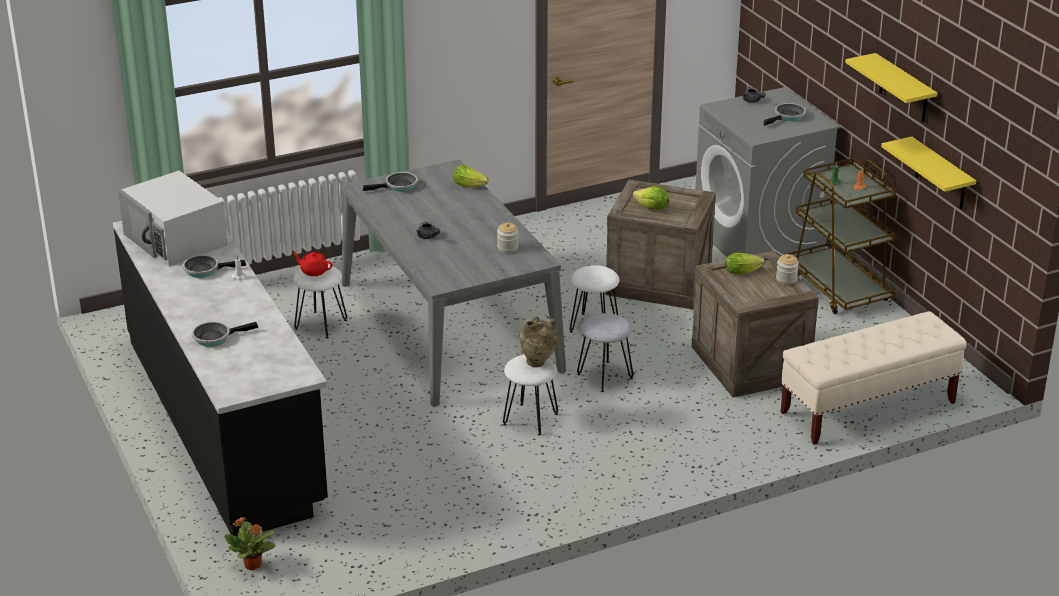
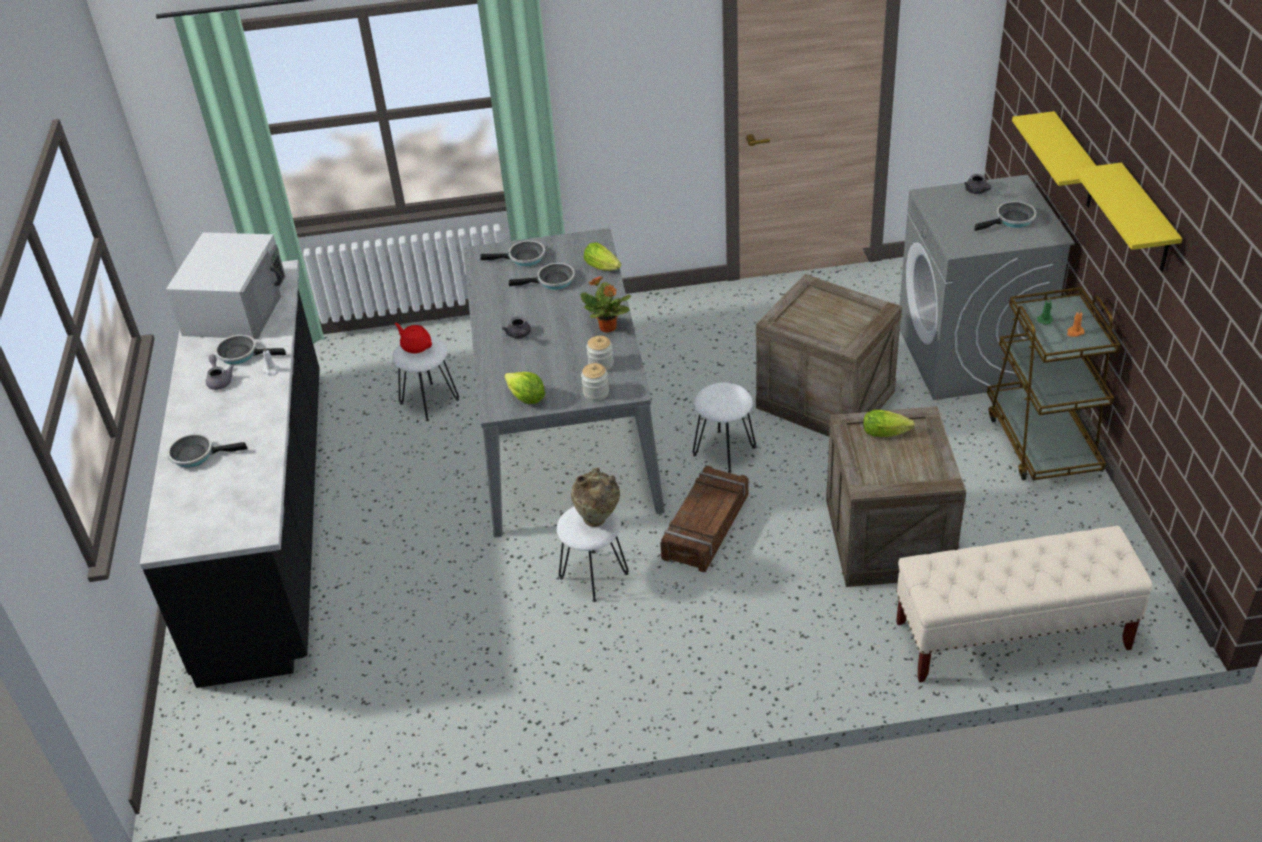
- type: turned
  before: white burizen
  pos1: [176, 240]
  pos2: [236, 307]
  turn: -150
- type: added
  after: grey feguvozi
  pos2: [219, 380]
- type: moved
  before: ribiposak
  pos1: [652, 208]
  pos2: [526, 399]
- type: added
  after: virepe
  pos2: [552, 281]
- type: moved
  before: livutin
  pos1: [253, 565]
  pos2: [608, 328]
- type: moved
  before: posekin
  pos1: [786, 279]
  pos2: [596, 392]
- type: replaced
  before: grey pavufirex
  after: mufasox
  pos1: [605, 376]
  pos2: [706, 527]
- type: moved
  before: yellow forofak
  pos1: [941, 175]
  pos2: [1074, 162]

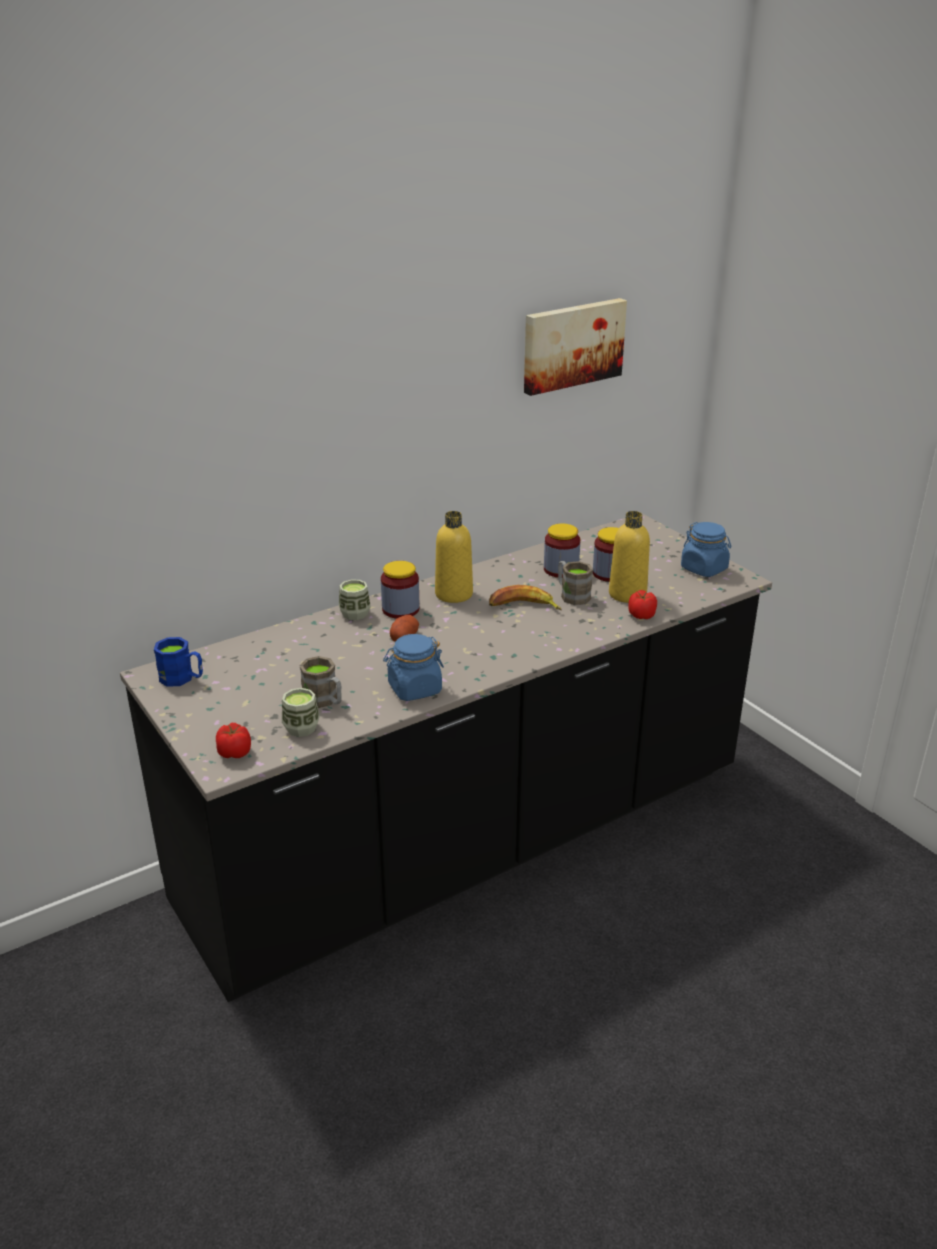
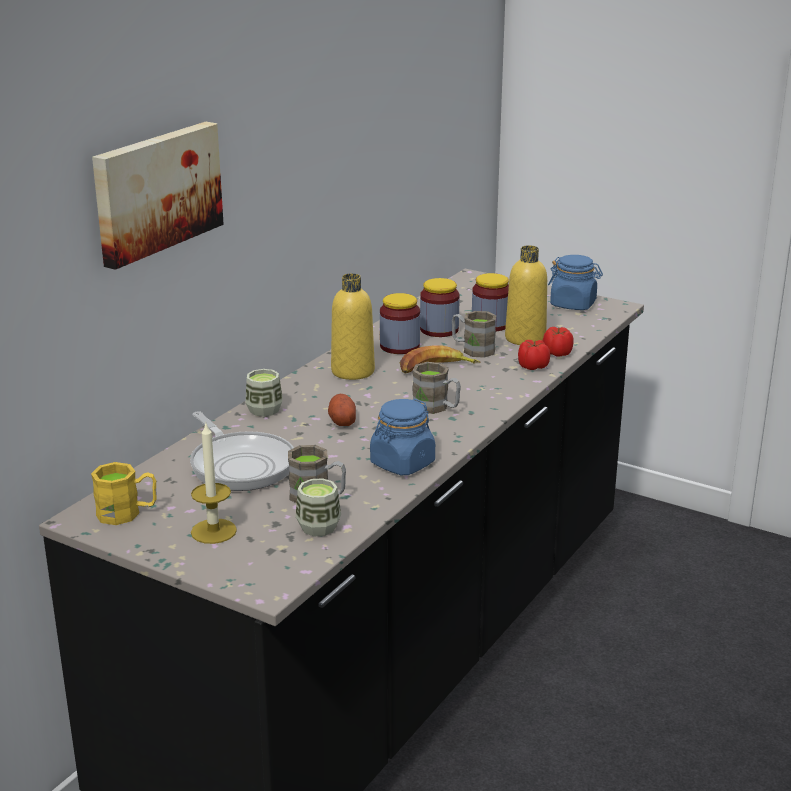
- type: recoloured
  before: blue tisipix
  after: yellow tisipix
  pos1: [182, 679]
  pos2: [127, 513]
- type: moved
  before: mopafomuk
  pos1: [572, 345]
  pos2: [156, 191]
- type: added
  after: virepe
  pos2: [240, 465]
- type: added
  after: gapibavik
  pos2: [213, 531]
- type: moved
  before: posekin
  pos1: [400, 609]
  pos2: [399, 346]
- type: added
  after: brown tisipix
  pos2: [436, 408]
- type: moved
  before: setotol
  pos1: [235, 752]
  pos2: [532, 366]

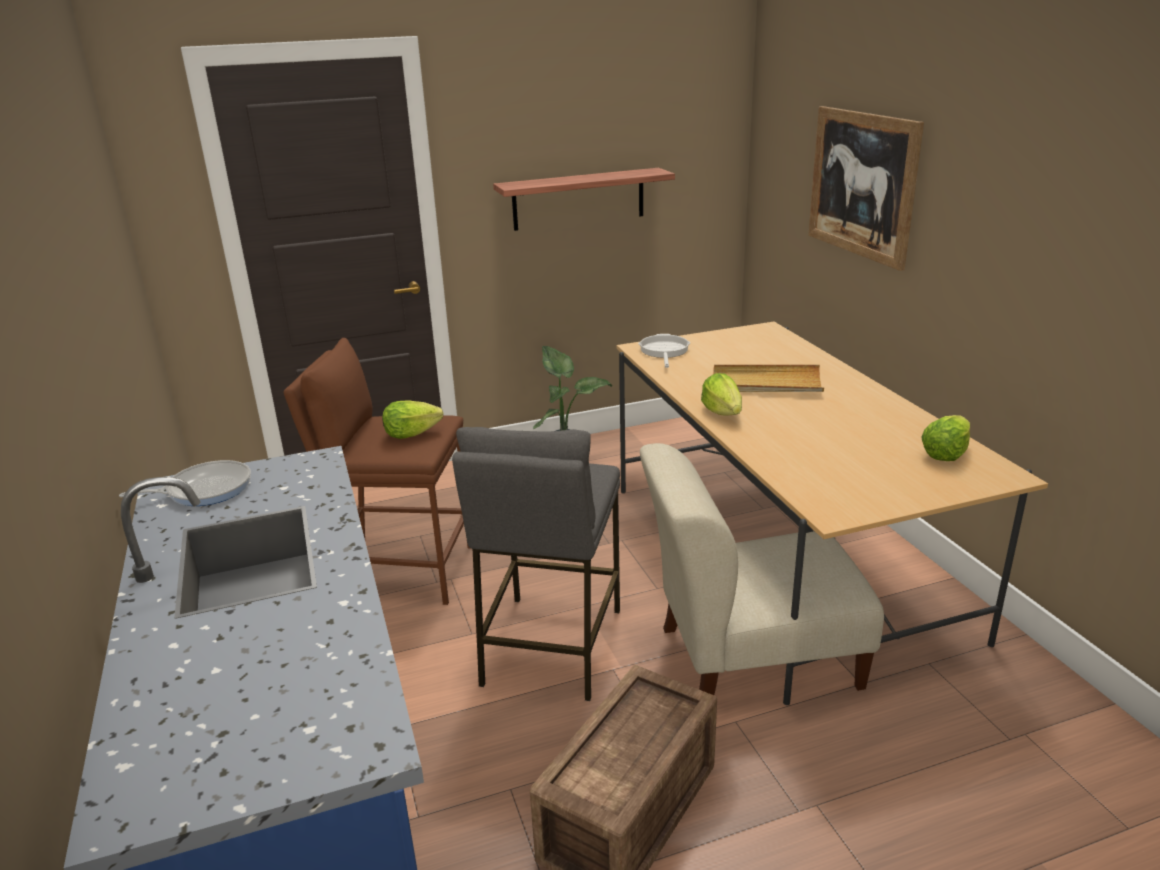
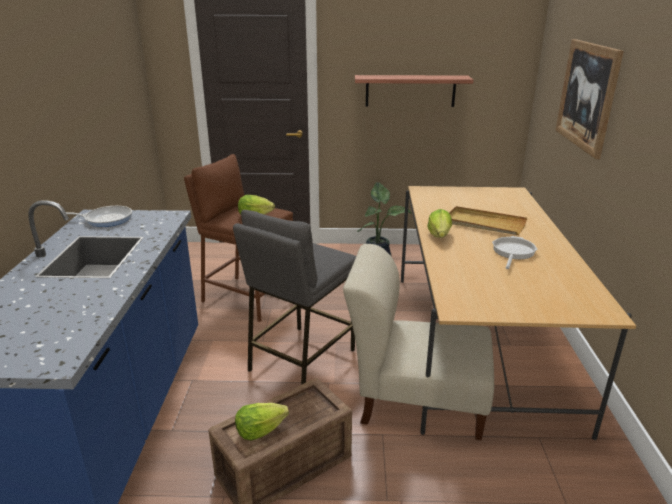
- type: moved
  before: ribiposak
  pos1: [945, 454]
  pos2: [260, 431]
- type: moved
  before: virepe
  pos1: [664, 351]
  pos2: [512, 252]

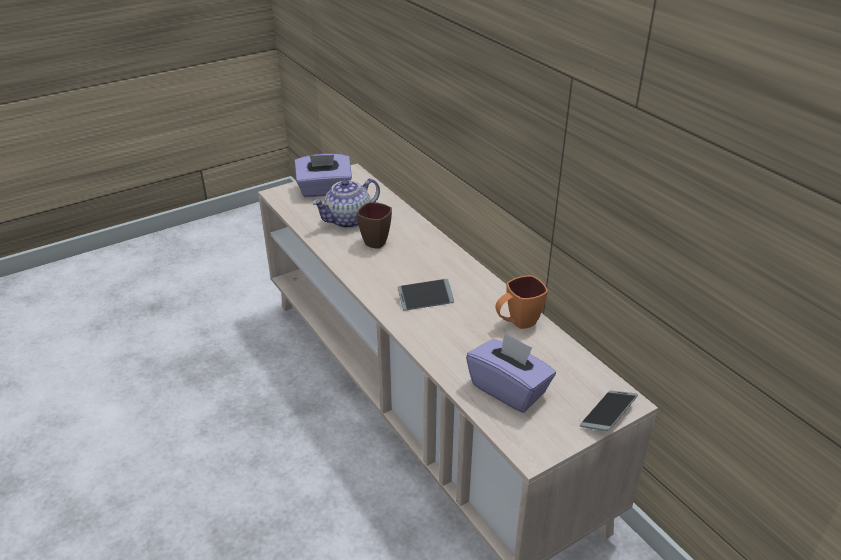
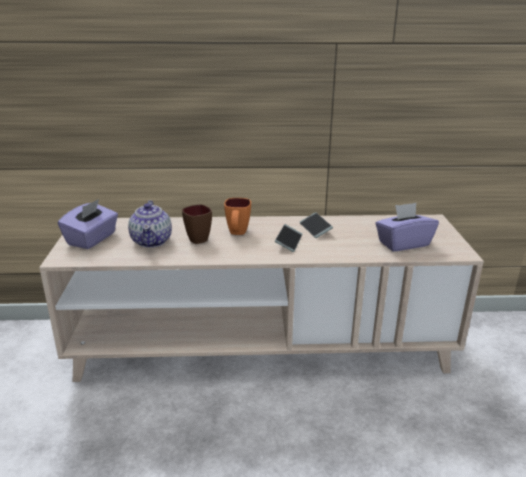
- type: moved
  before: orange tisipix
  pos1: [517, 323]
  pos2: [237, 234]
- type: moved
  before: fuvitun
  pos1: [608, 415]
  pos2: [315, 229]

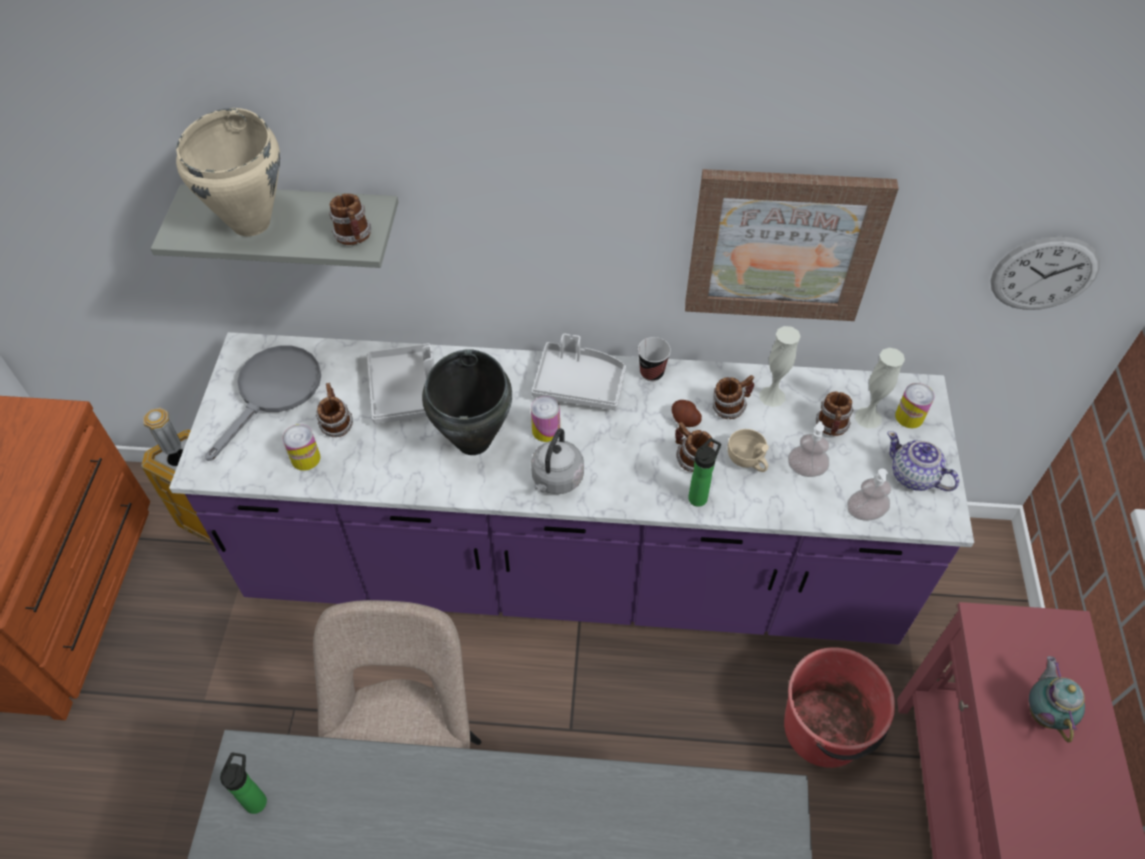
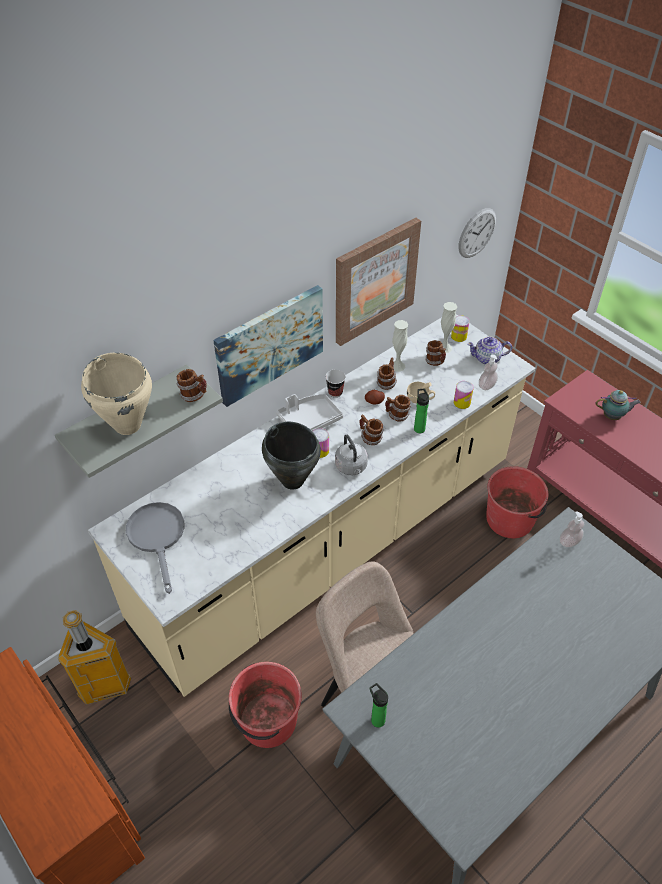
- type: recoloured
  before: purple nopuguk
  after: beige nopuguk
  pos1: [572, 567]
  pos2: [331, 544]
- type: added
  after: mopafomuk
  pos2: [269, 344]
- type: added
  after: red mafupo
  pos2: [267, 721]
- type: moved
  before: tisipix
  pos1: [336, 424]
  pos2: [370, 438]
- type: moved
  before: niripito
  pos1: [306, 458]
  pos2: [462, 402]
- type: moved
  before: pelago
  pos1: [805, 469]
  pos2: [569, 542]
- type: turned
  before: feguvozi
  pos1: [1044, 712]
  pos2: [613, 416]
  turn: 135
- type: removed
  before: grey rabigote
  pos1: [405, 390]

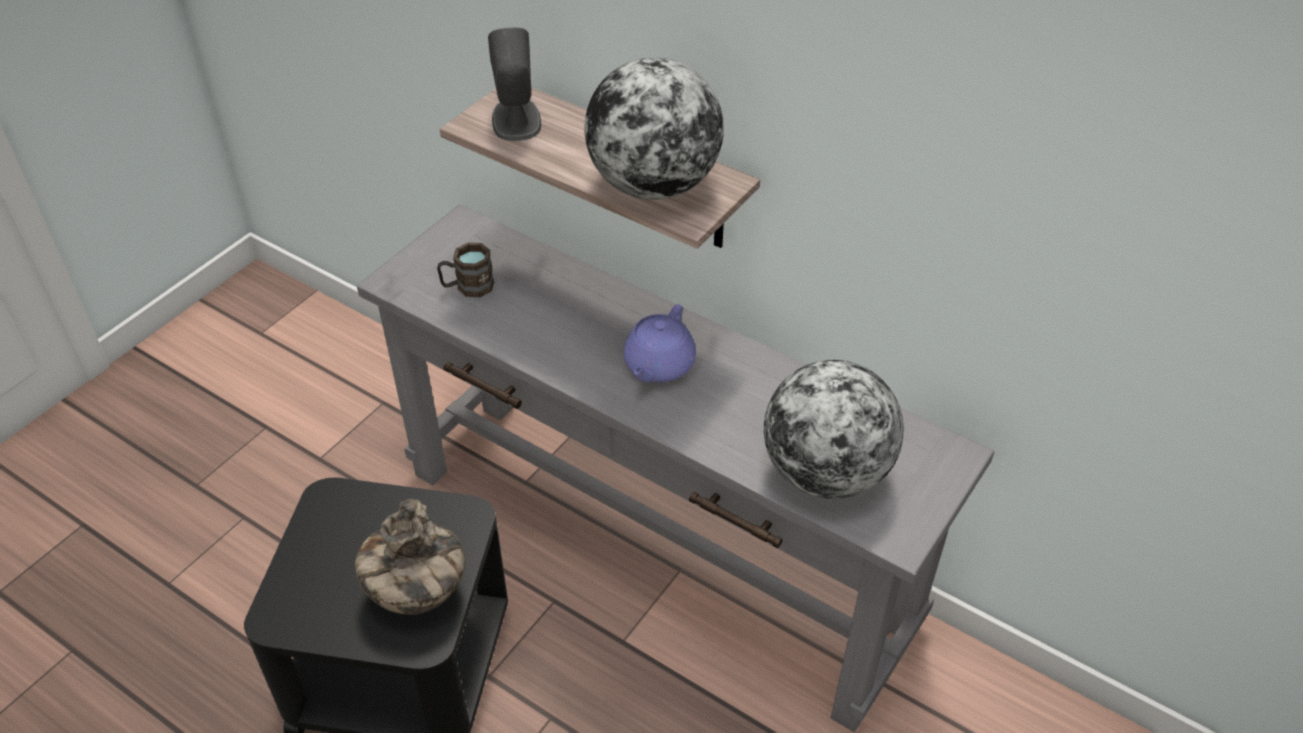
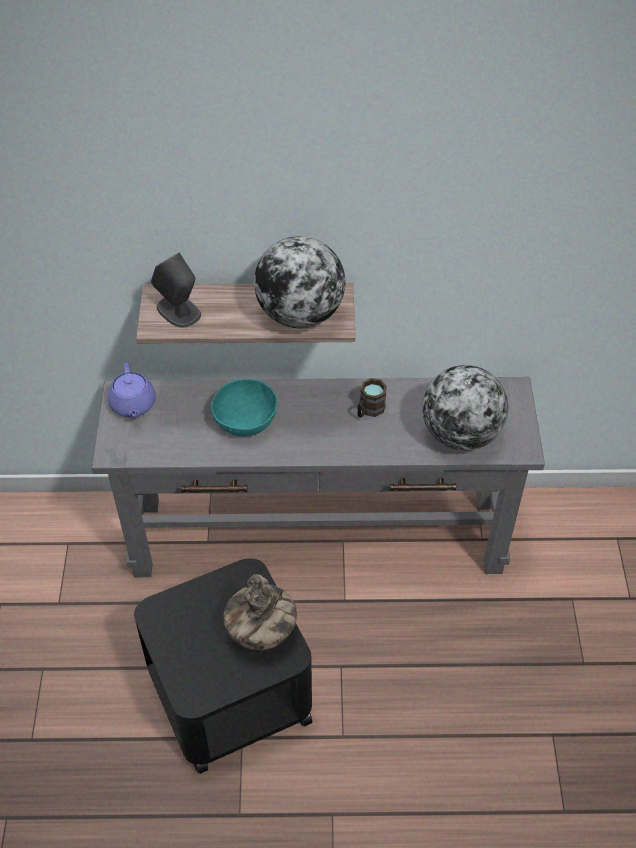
- type: moved
  before: purple feguvozi
  pos1: [658, 365]
  pos2: [133, 405]
- type: added
  after: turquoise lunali
  pos2: [246, 420]
- type: moved
  before: brown tisipix
  pos1: [467, 287]
  pos2: [369, 410]

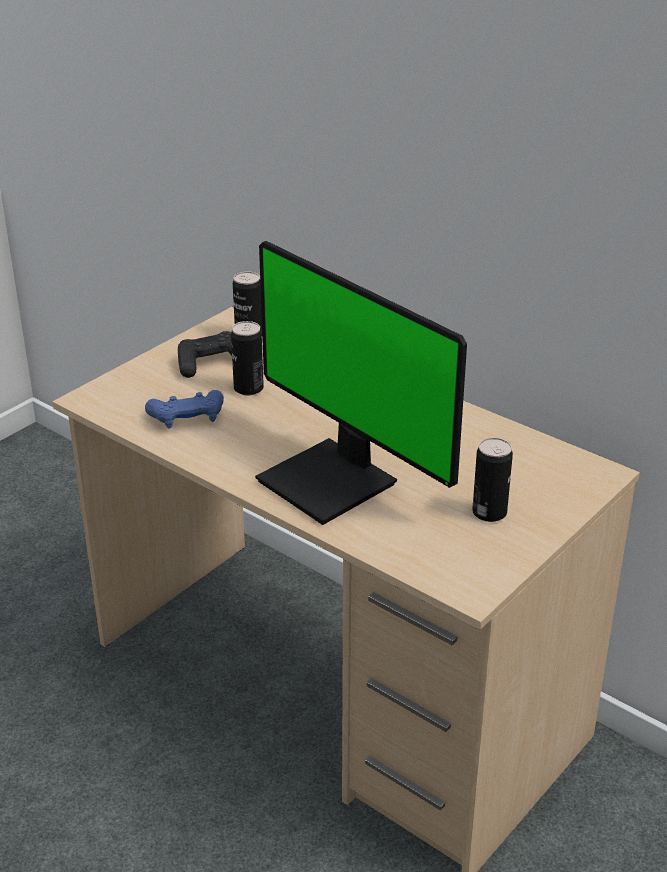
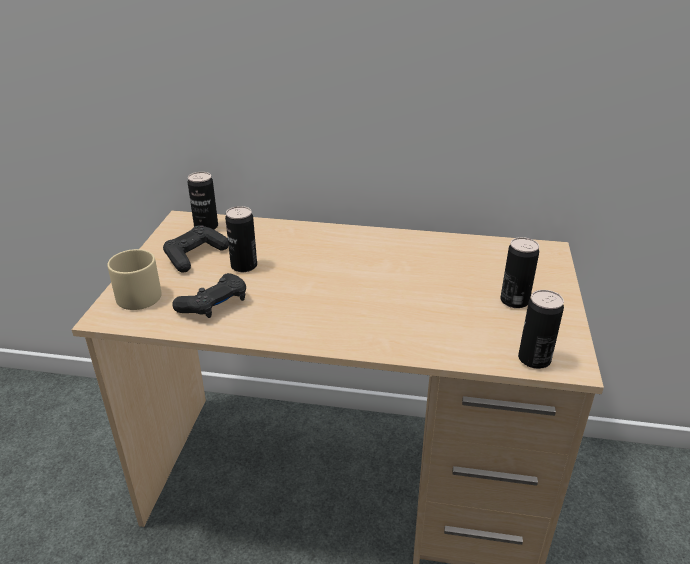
- type: added
  after: beige tisipix
  pos2: [139, 292]
- type: recoloured
  before: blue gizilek
  after: black gizilek
  pos1: [187, 418]
  pos2: [214, 304]
- type: added
  after: niripito
  pos2: [534, 359]
- type: removed
  before: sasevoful
  pos1: [332, 481]

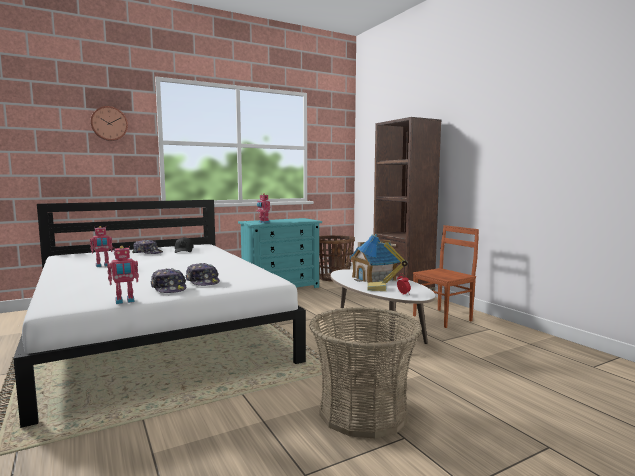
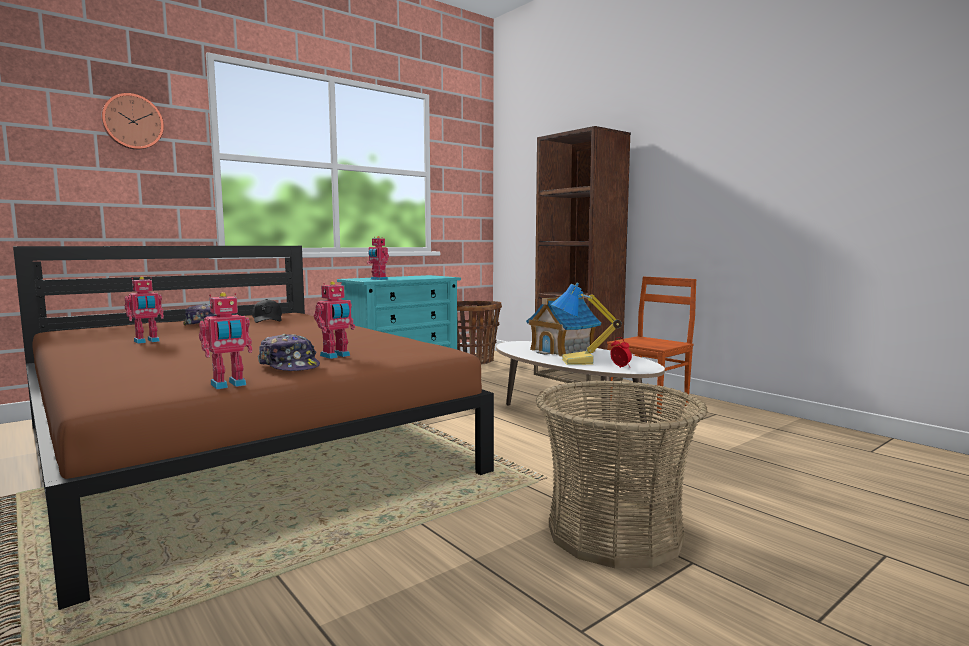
- type: recoloured
  before: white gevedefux
  after: brown gevedefux
  pos1: [156, 333]
  pos2: [239, 446]
- type: replaced
  before: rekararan
  after: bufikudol
  pos1: [203, 282]
  pos2: [336, 356]

